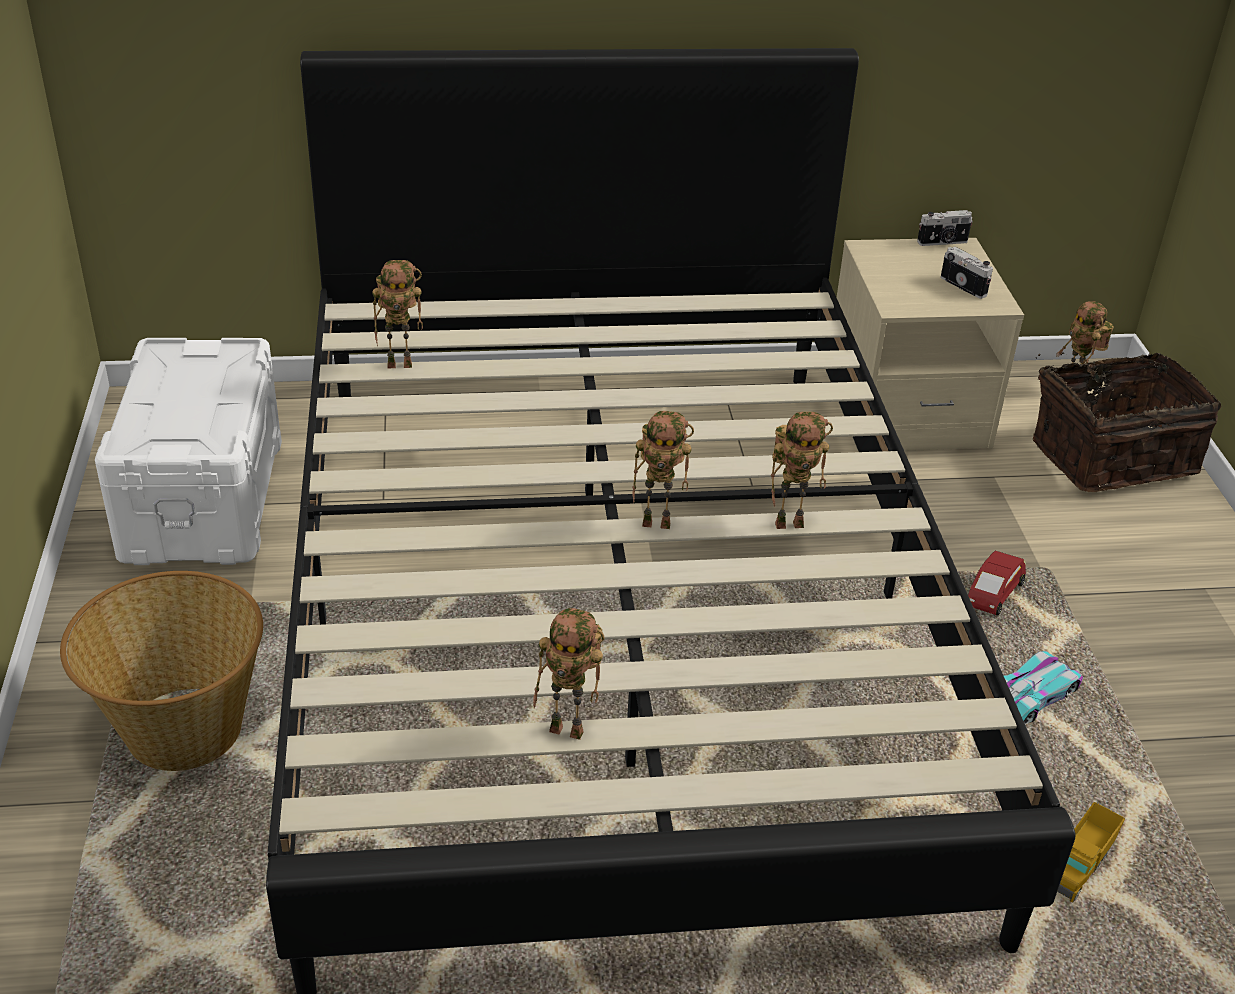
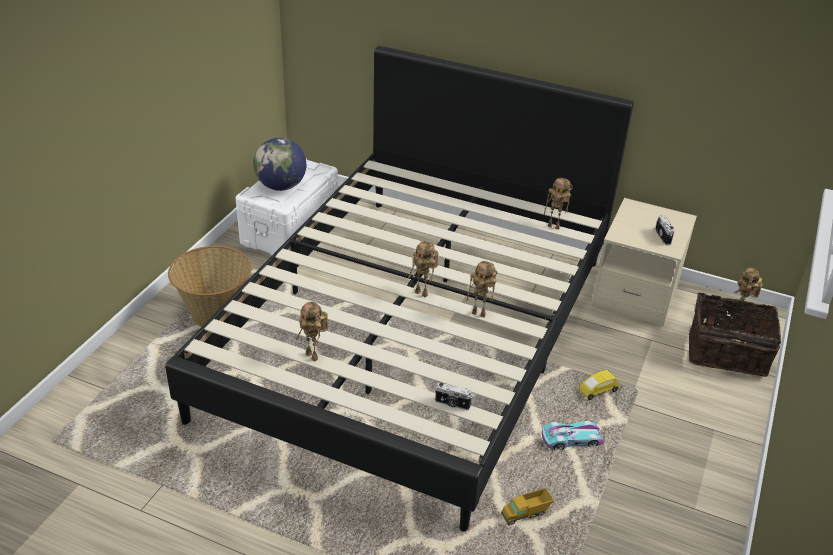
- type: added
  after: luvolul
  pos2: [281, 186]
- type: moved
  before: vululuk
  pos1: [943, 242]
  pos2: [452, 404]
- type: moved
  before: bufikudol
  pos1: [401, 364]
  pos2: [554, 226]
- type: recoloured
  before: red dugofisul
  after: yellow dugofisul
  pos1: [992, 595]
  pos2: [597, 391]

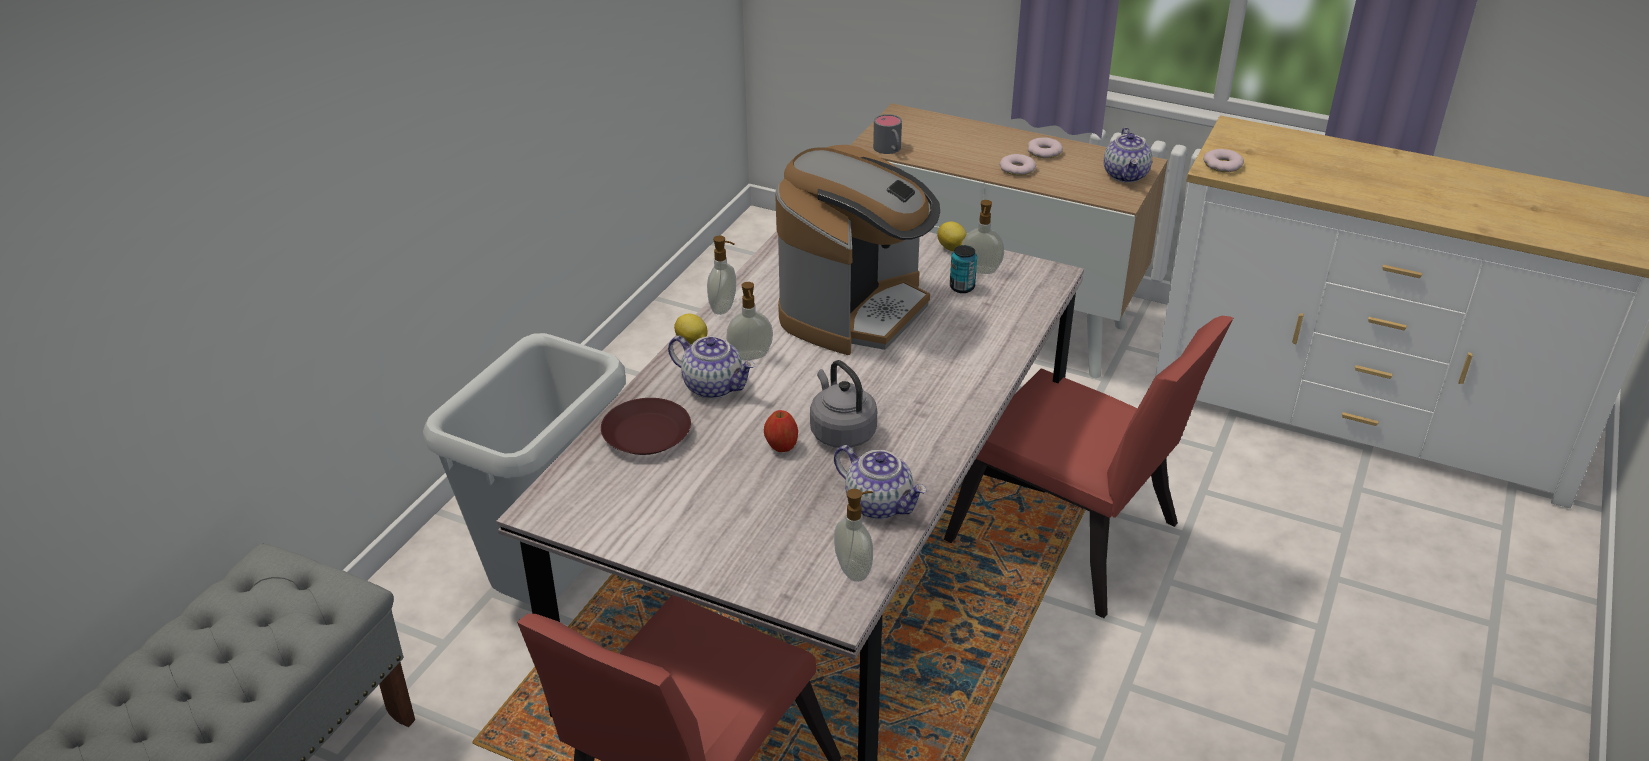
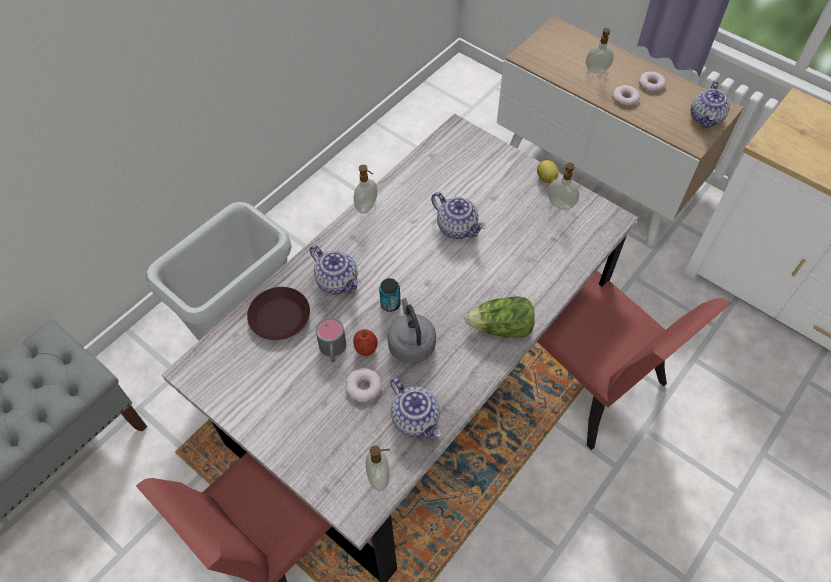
- type: moved
  before: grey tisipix
  pos1: [889, 150]
  pos2: [333, 350]
- type: moved
  before: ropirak
  pos1: [1222, 165]
  pos2: [363, 387]
- type: moved
  before: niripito
  pos1: [962, 287]
  pos2: [390, 304]
- type: replaced
  before: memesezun
  after: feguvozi
  pos1: [855, 310]
  pos2: [457, 227]
- type: added
  after: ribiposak
  pos2: [501, 328]
- type: moved
  before: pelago
  pos1: [750, 357]
  pos2: [596, 71]
- type: removed
  before: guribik
  pos1: [692, 343]

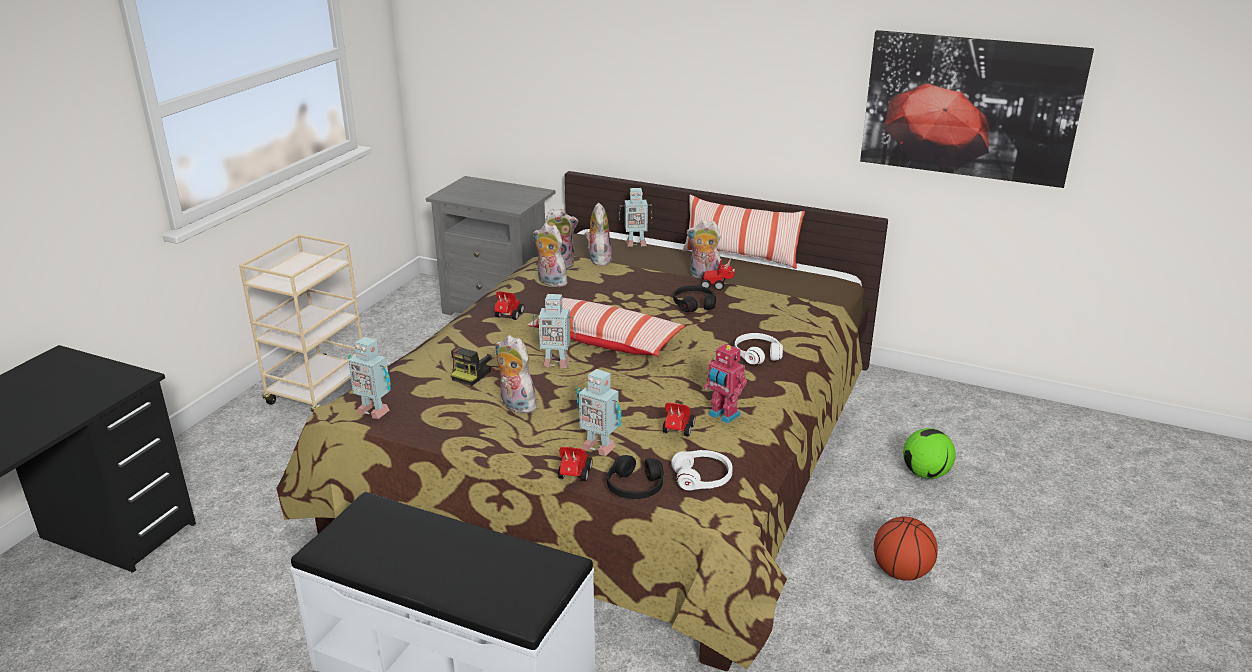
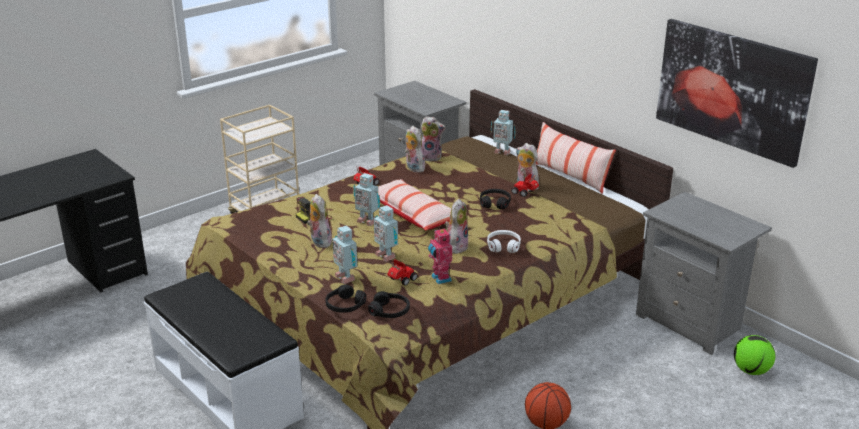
- type: recoloured
  before: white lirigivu
  after: black lirigivu
  pos1: [702, 477]
  pos2: [390, 311]
- type: moved
  before: bufikudol
  pos1: [374, 410]
  pos2: [386, 255]
- type: moved
  before: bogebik
  pos1: [598, 259]
  pos2: [456, 246]
- type: added
  after: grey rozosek
  pos2: [691, 323]
- type: moved
  before: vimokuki
  pos1: [925, 473]
  pos2: [751, 371]
- type: removed
  before: dugofisul
  pos1: [574, 477]

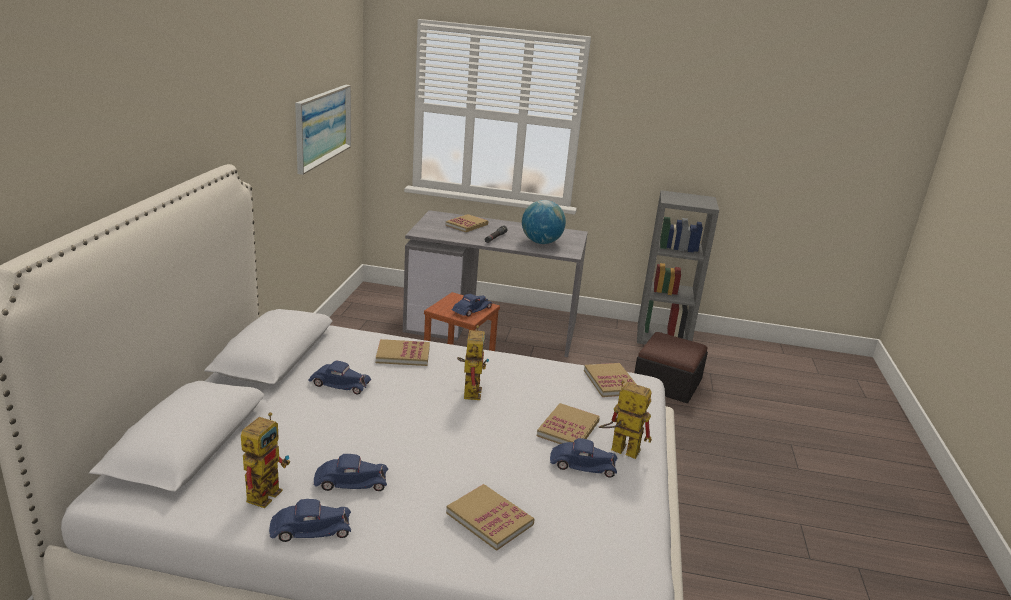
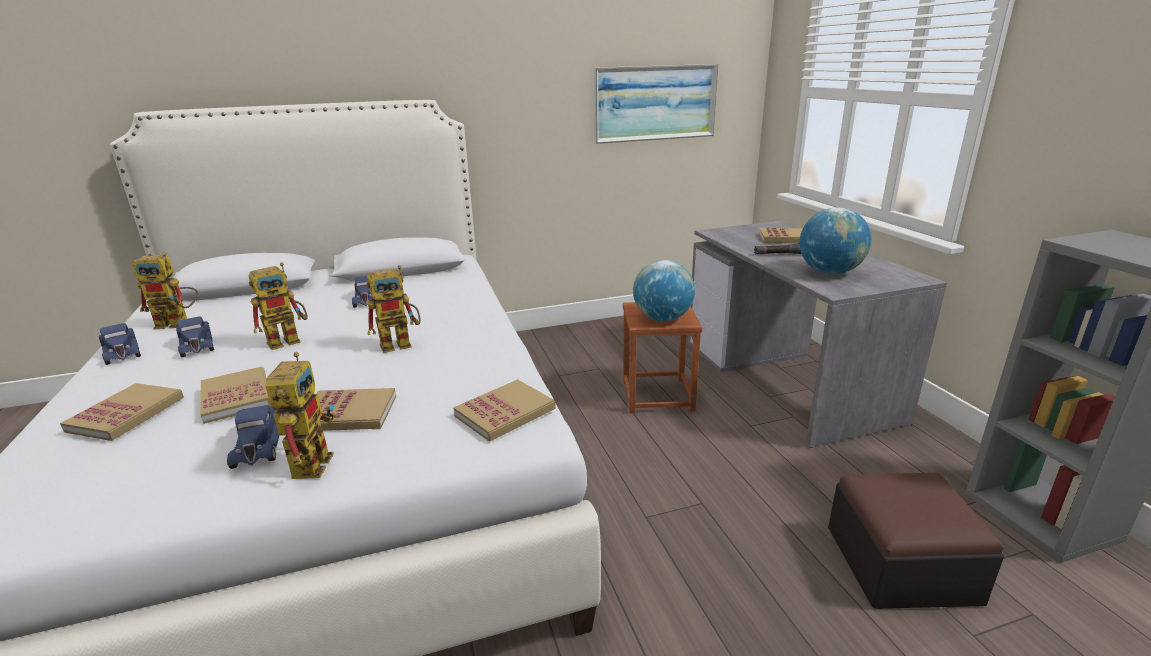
- type: moved
  before: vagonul
  pos1: [403, 355]
  pos2: [236, 397]
- type: added
  after: bufikudol
  pos2: [290, 339]
- type: replaced
  before: blue dugofisul
  after: luvolul
  pos1: [471, 310]
  pos2: [662, 318]

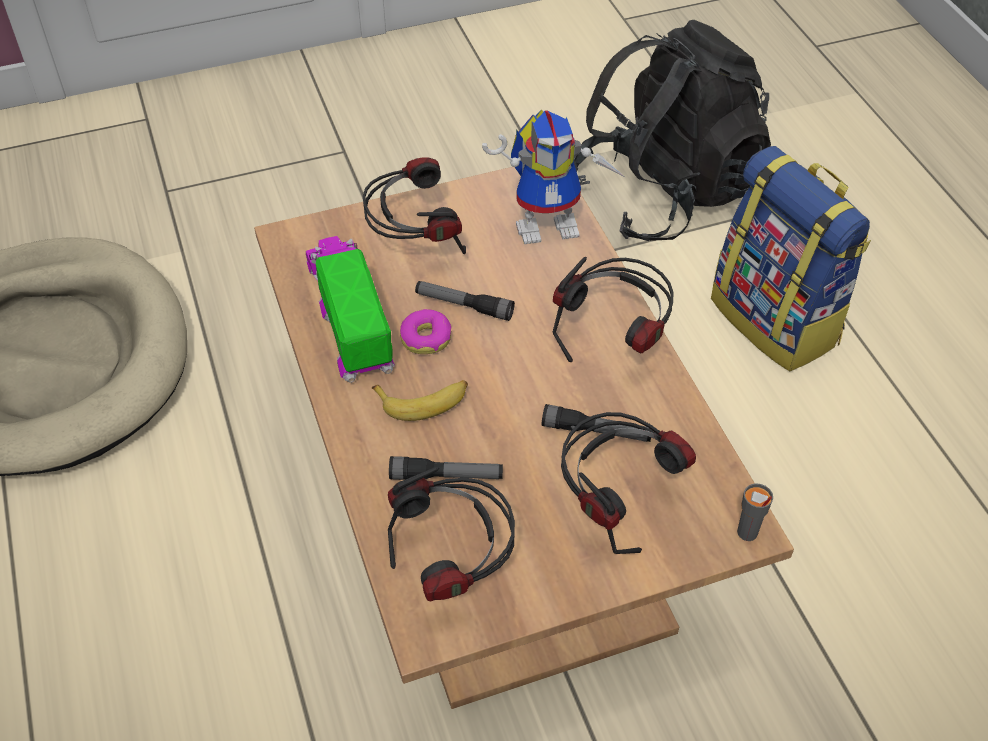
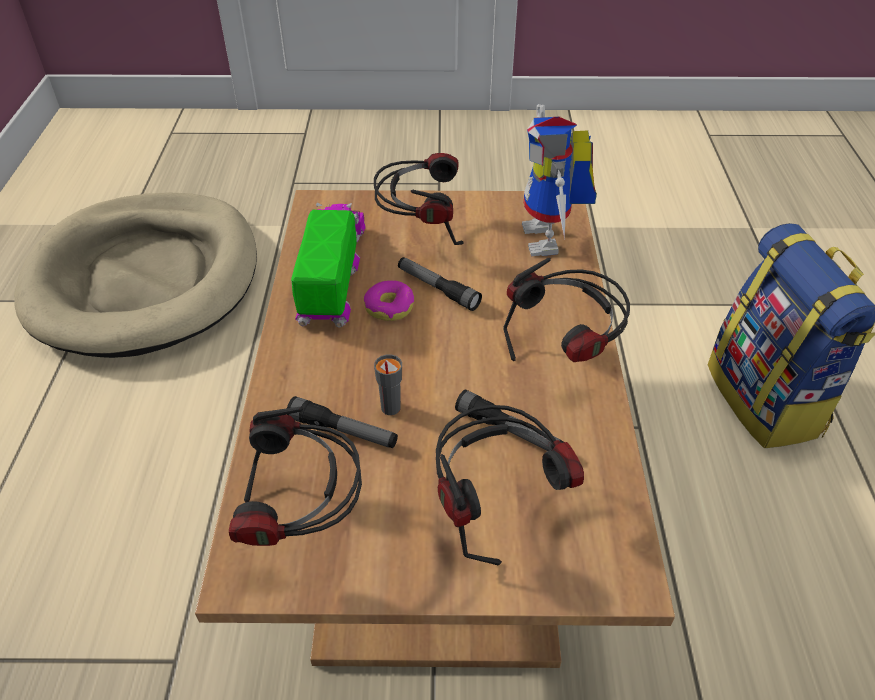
- type: moved
  before: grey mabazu
  pos1: [747, 533]
  pos2: [390, 408]
- type: turned
  before: bufikudol
  pos1: [550, 223]
  pos2: [550, 241]
  turn: 75
- type: removed
  before: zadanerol
  pos1: [423, 401]
- type: removed
  before: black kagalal
  pos1: [664, 193]

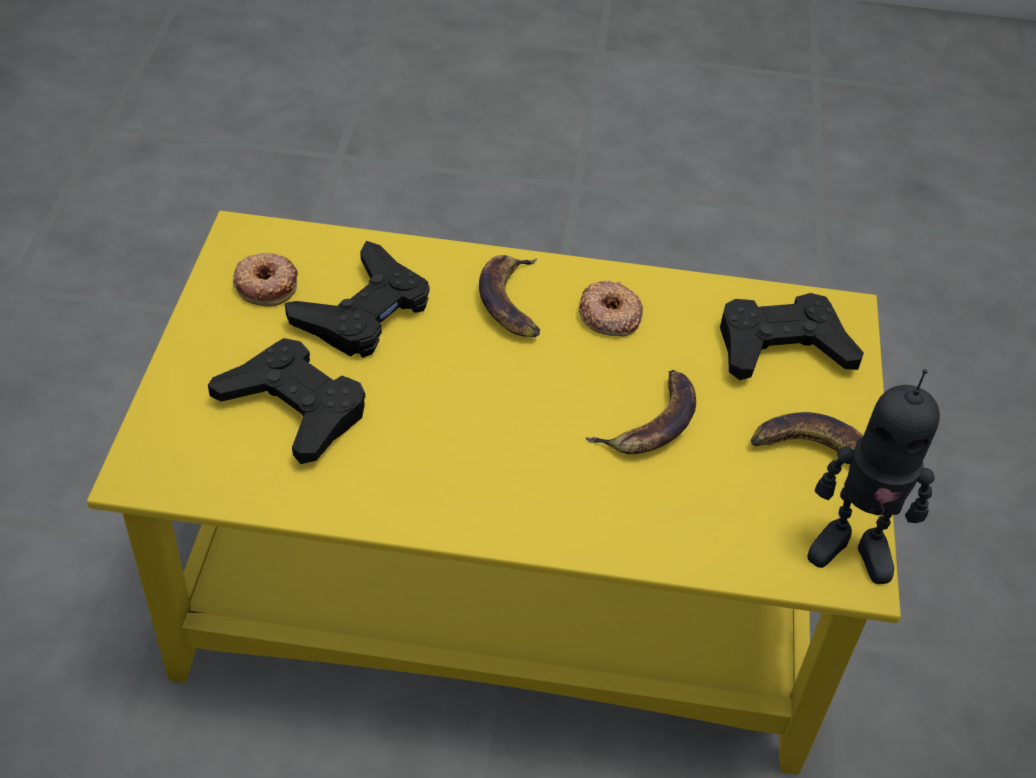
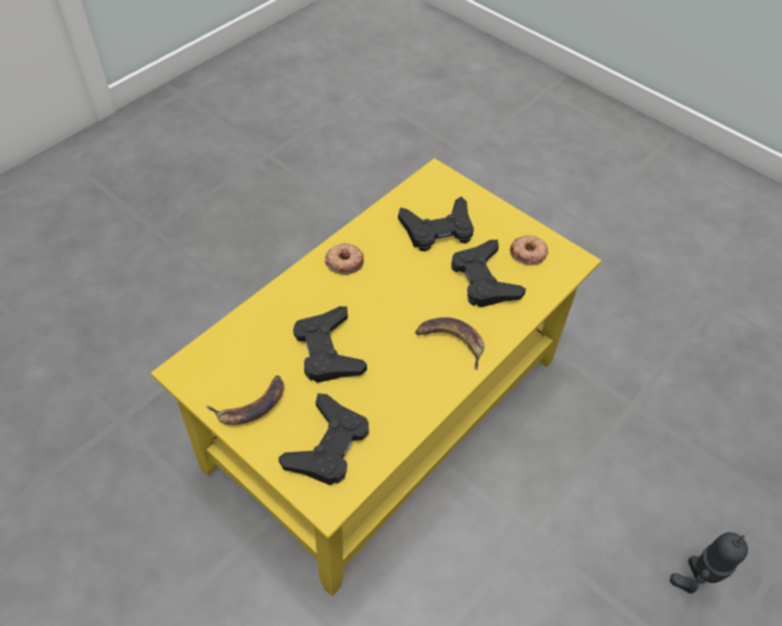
- type: replaced
  before: zadanerol
  after: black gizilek
  pos1: [651, 421]
  pos2: [328, 350]
- type: moved
  before: ropirak
  pos1: [609, 315]
  pos2: [344, 261]
- type: moved
  before: bufikudol
  pos1: [852, 547]
  pos2: [693, 581]

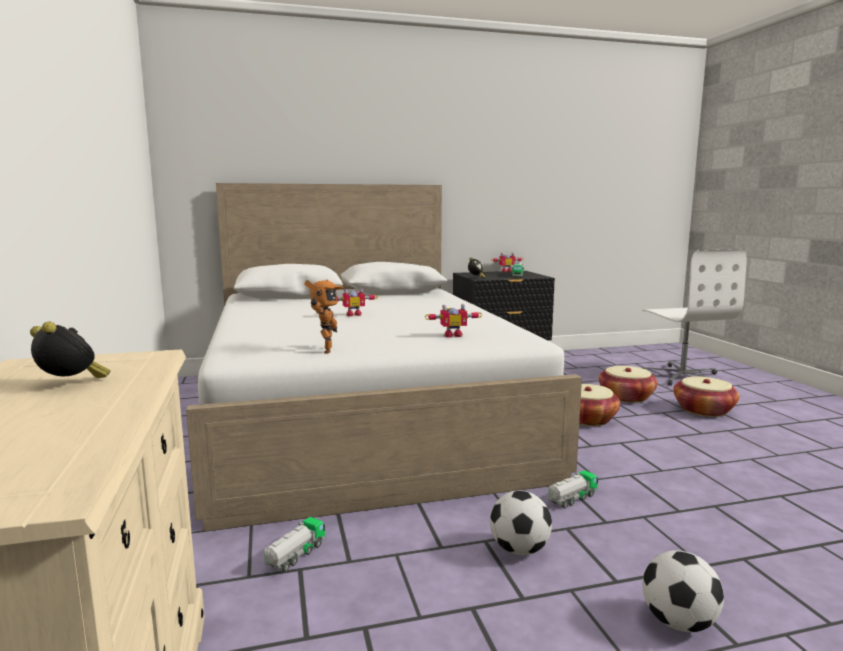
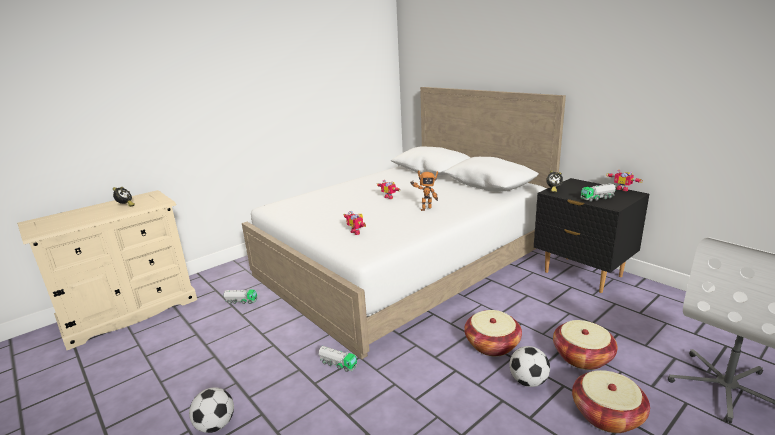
- type: moved
  before: bufikudol
  pos1: [324, 350]
  pos2: [425, 208]
- type: moved
  before: vimokuki
  pos1: [519, 549]
  pos2: [528, 381]

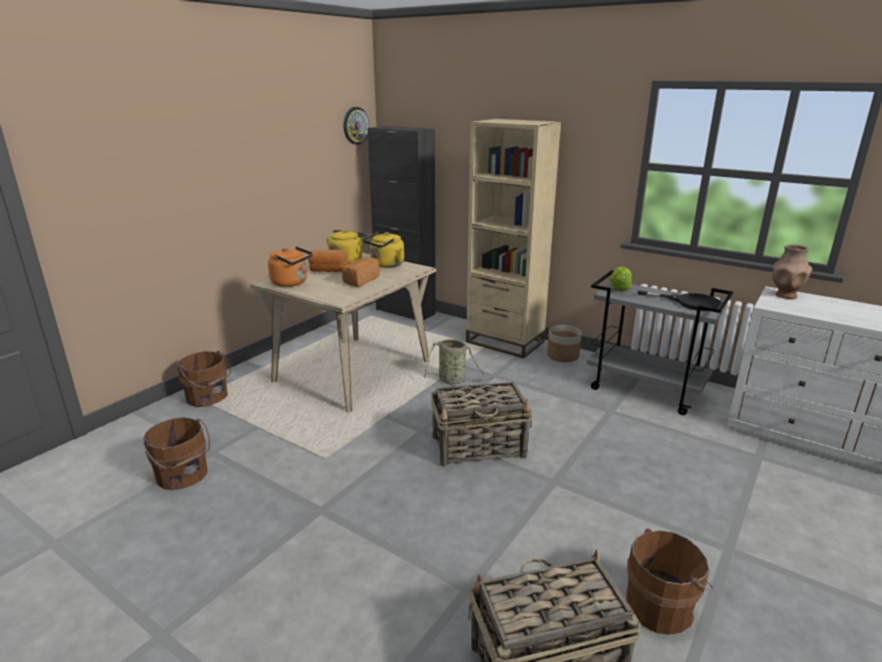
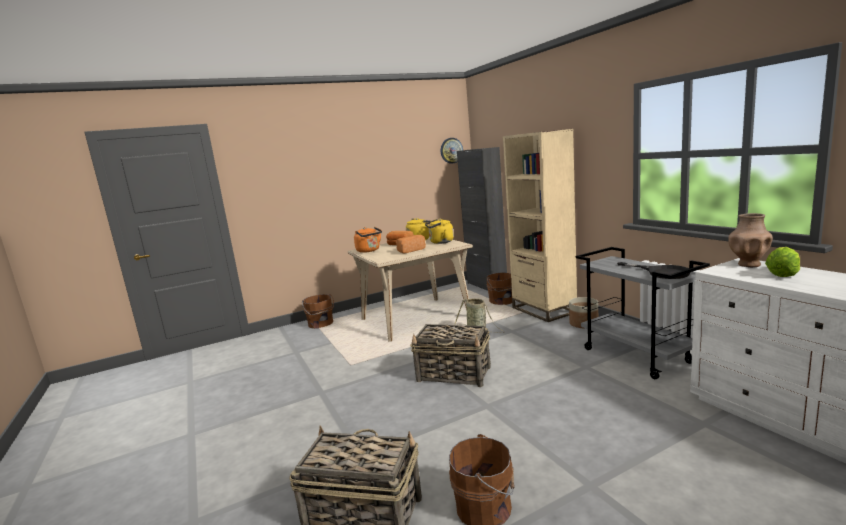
- type: moved
  before: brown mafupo
  pos1: [183, 475]
  pos2: [502, 301]
- type: moved
  before: ribiposak
  pos1: [619, 288]
  pos2: [783, 274]

